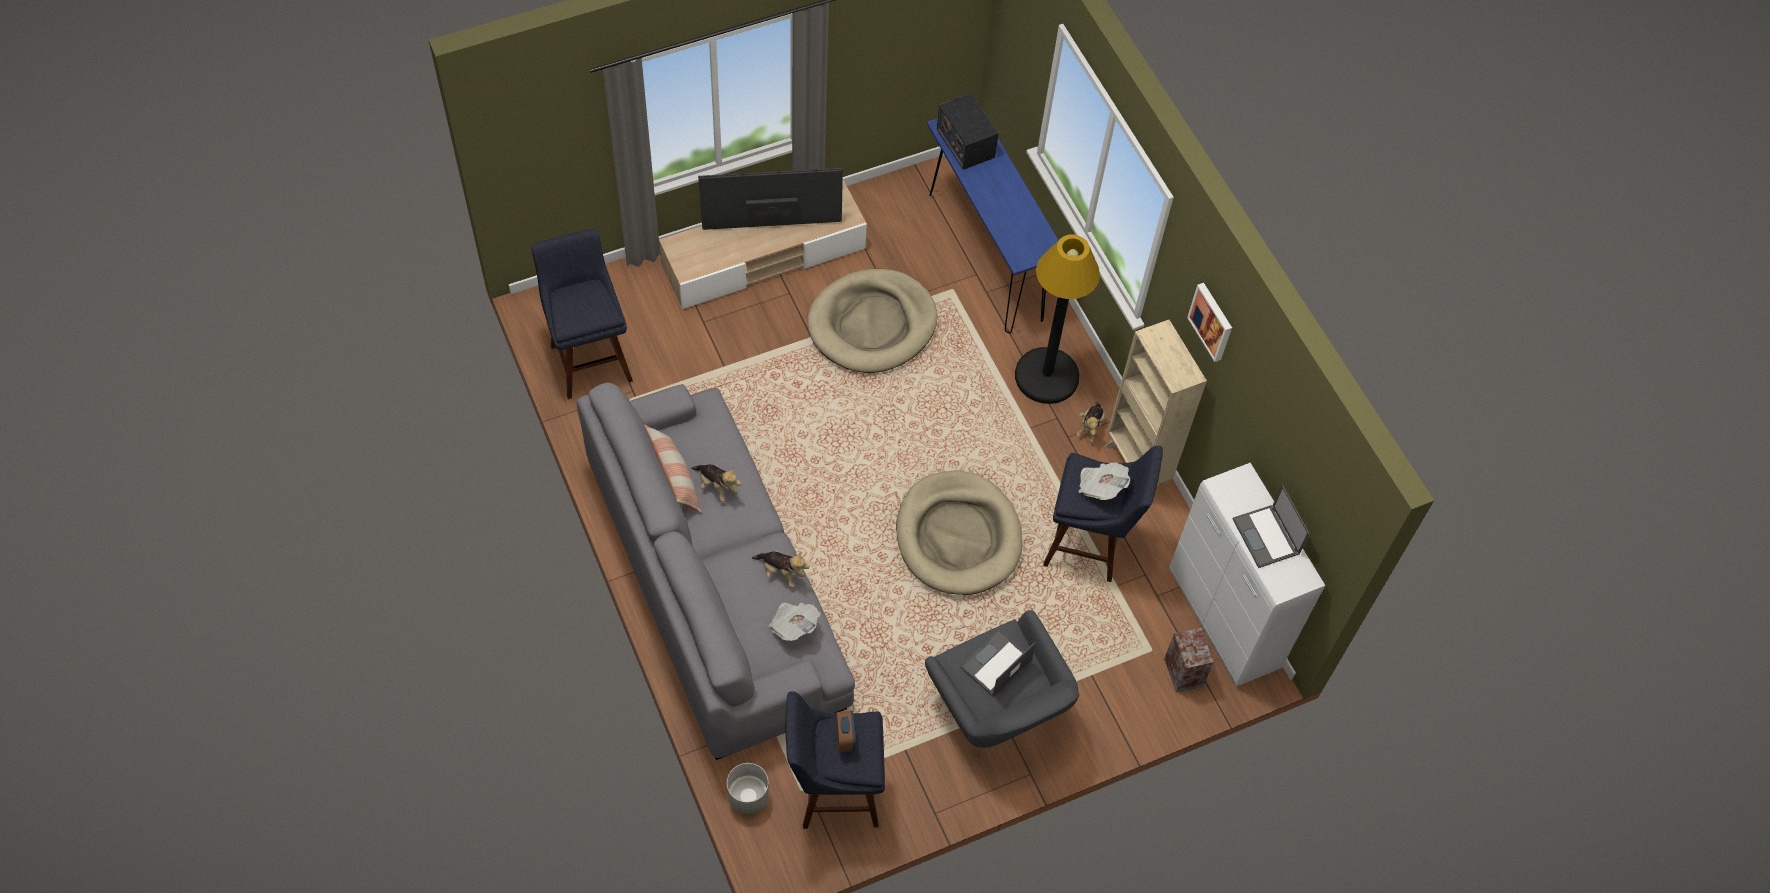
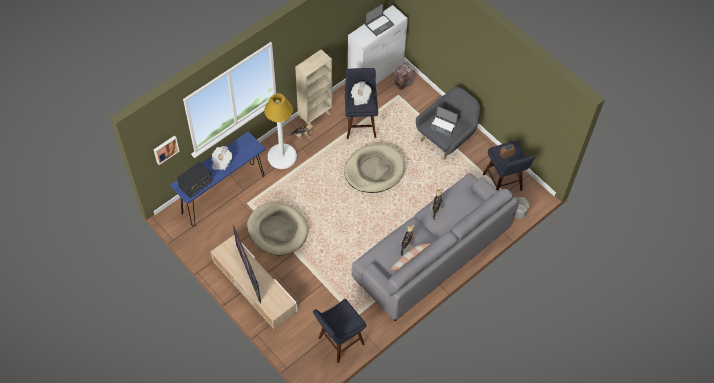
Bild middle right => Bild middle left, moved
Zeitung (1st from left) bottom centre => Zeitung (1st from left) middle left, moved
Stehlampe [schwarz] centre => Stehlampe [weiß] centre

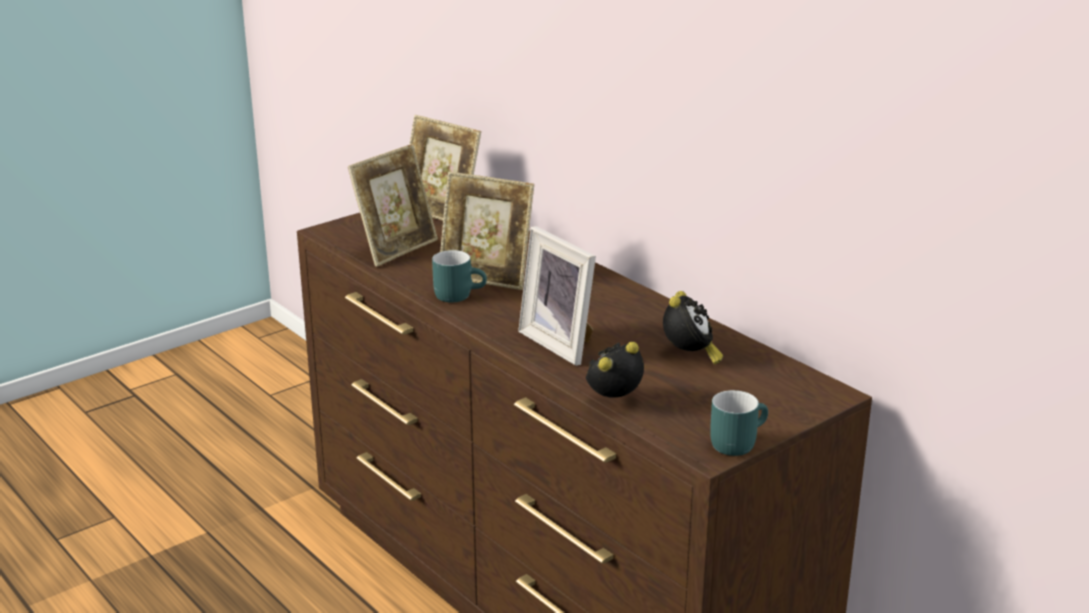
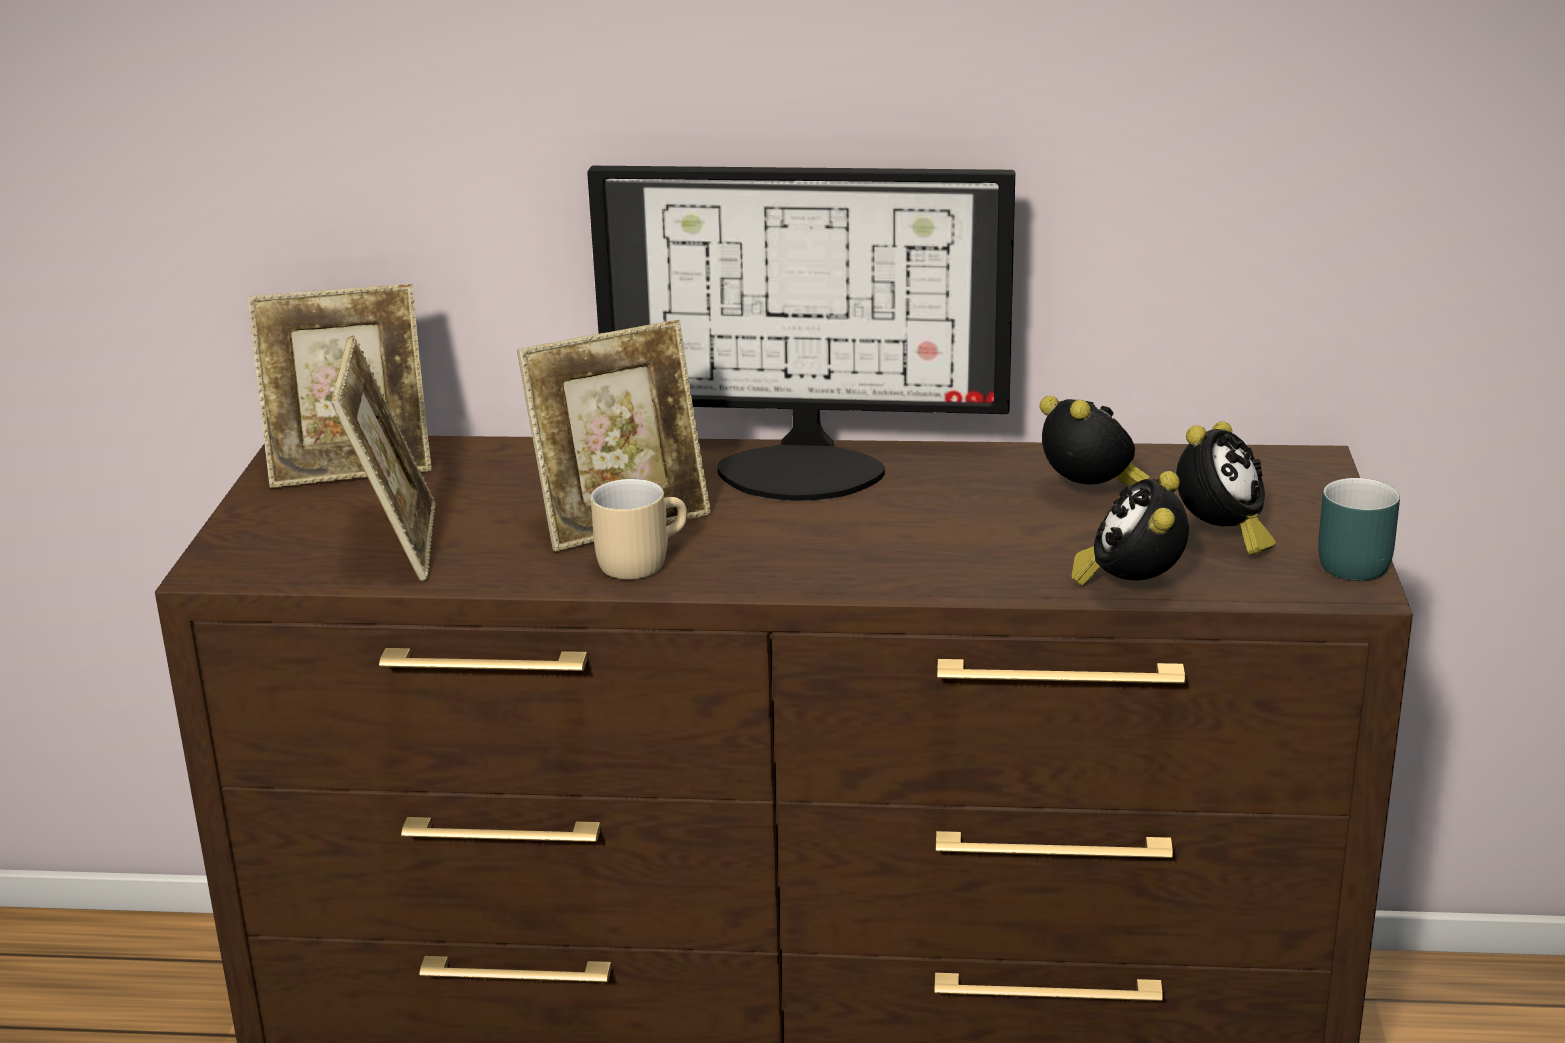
nothing => Monitor top centre
Henkelbecher [türkis] (1st from left) centre => Henkelbecher [beige] centre
nothing => Wecker (3rd from left) middle right
Bilderrahmen (4th from left) centre => nothing

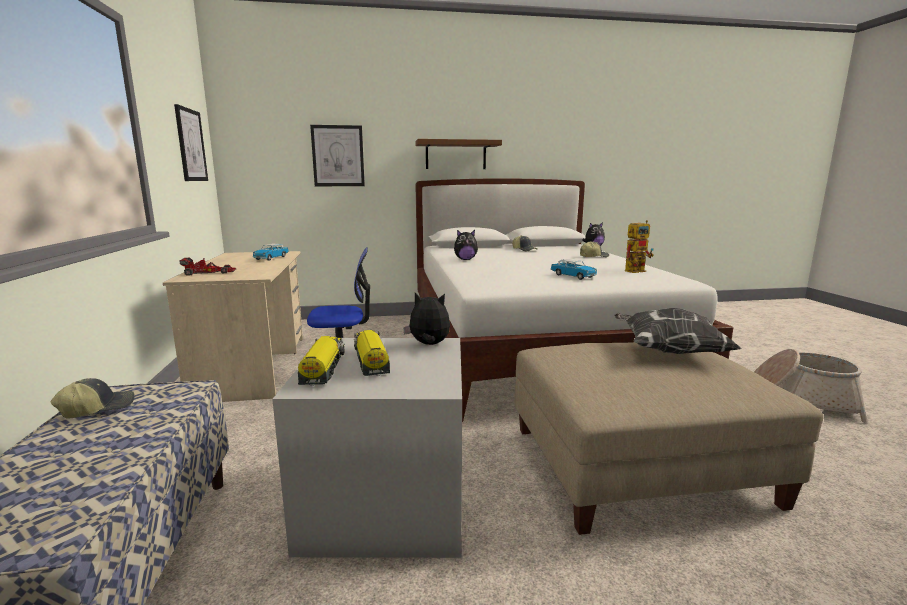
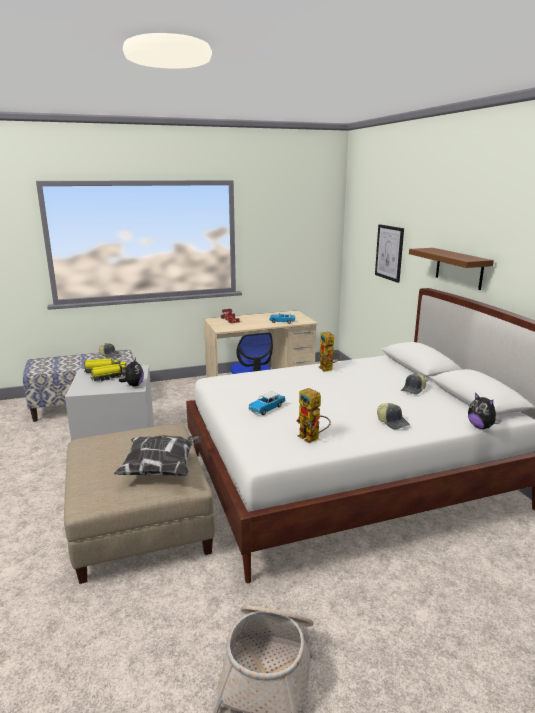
Plüschtier (2nd from left) centre => Spielzeugroboter (2nd from left) centre
Bild (1st from left) top left => nothing

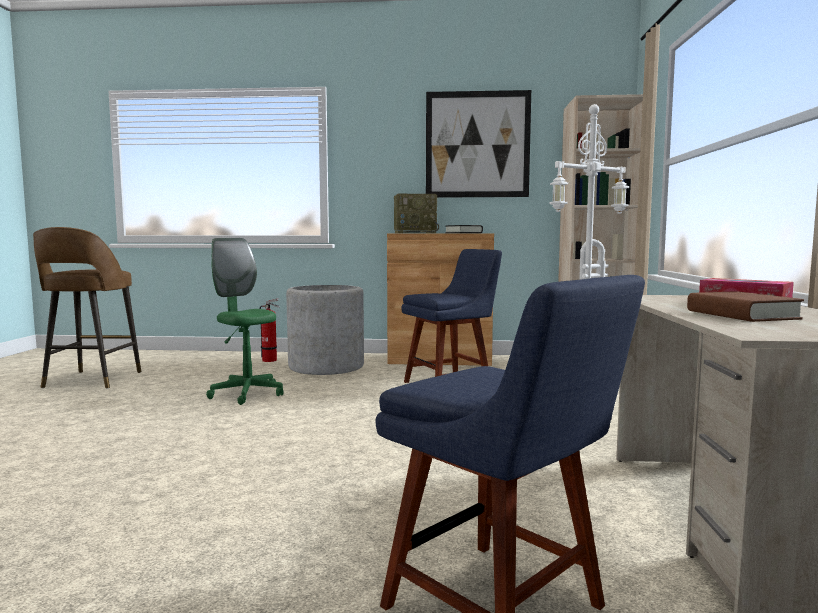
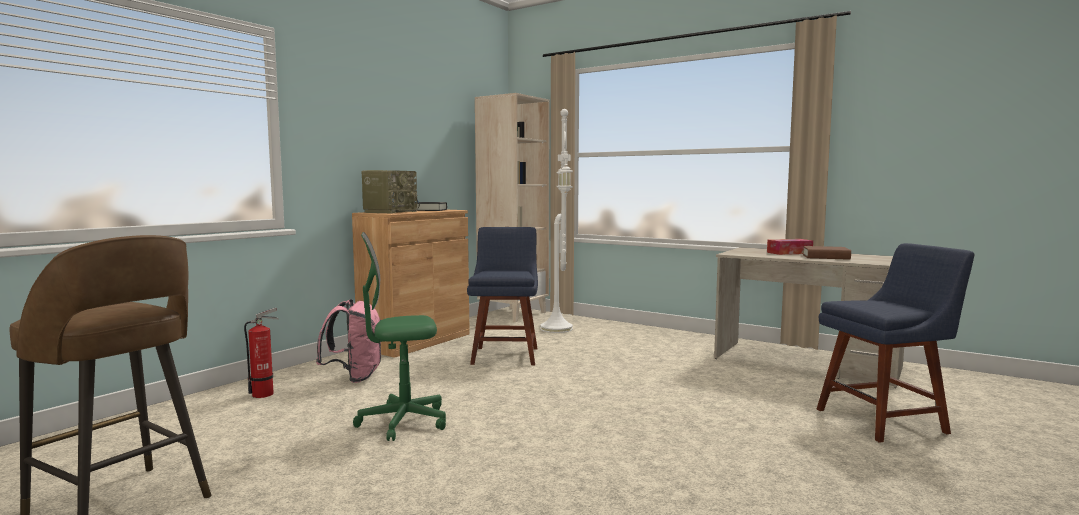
Pflanzkübel [grau] centre => Rucksack [rosa] middle left
Bild top centre => nothing

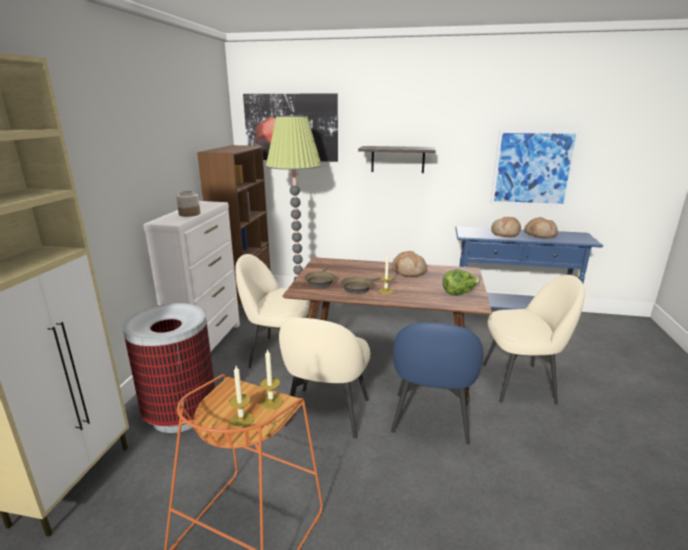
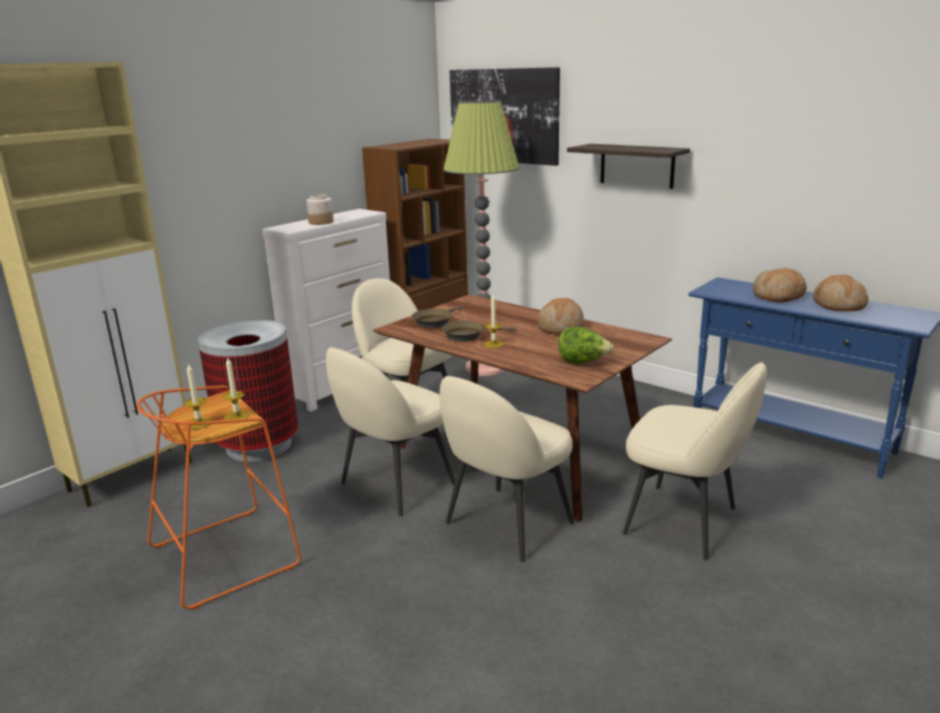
Stuhl [blau] bottom centre => Stuhl [beige] (3rd from left) centre
Bild (2nd from left) top right => nothing

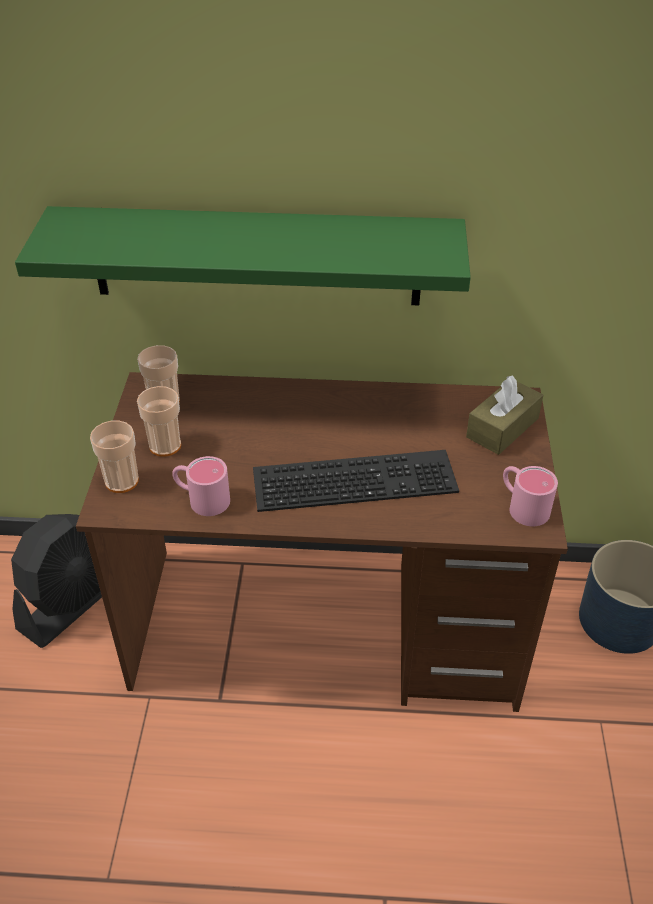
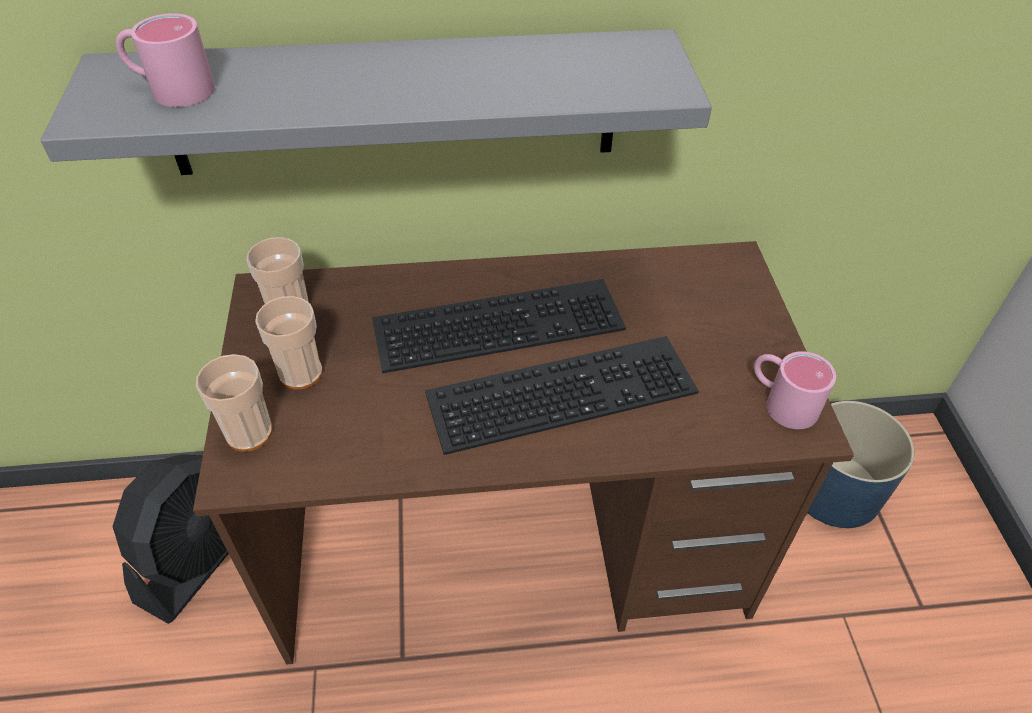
Wandregal [grün] top centre => Wandregal [grau] top centre
Henkelbecher [rosa] (1st from left) middle left => Henkelbecher [rosa] (1st from left) top left, moved
nothing => Tastatur (1st from left) centre
Taschentuchbox [braun] middle right => nothing

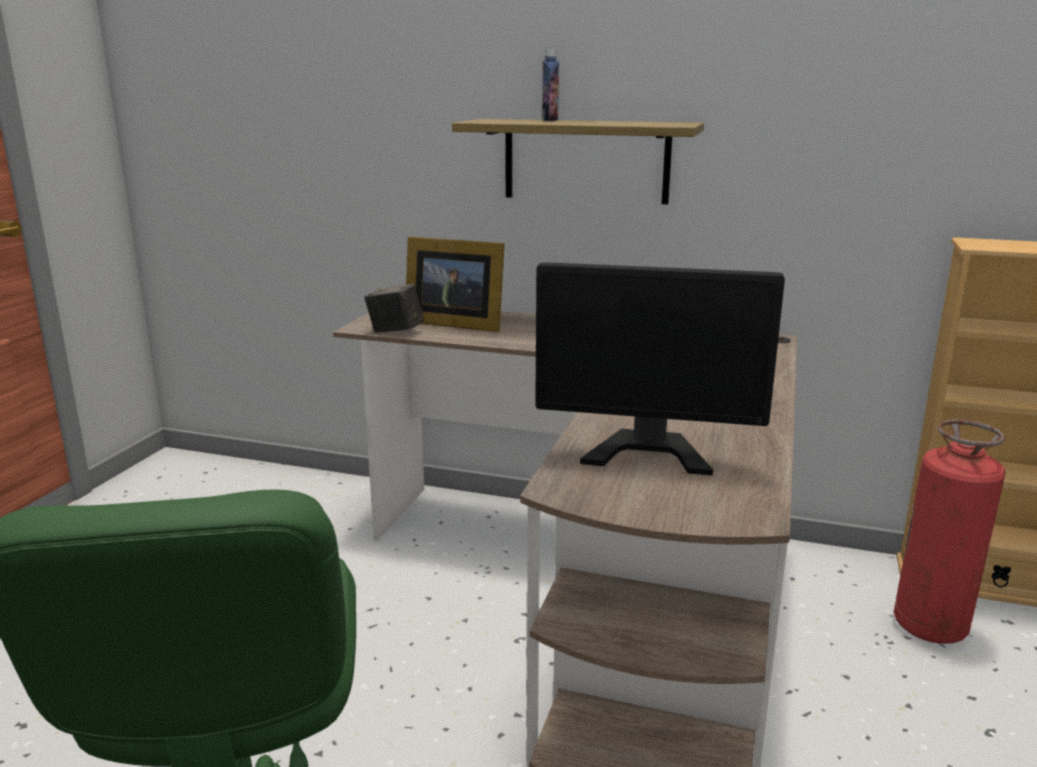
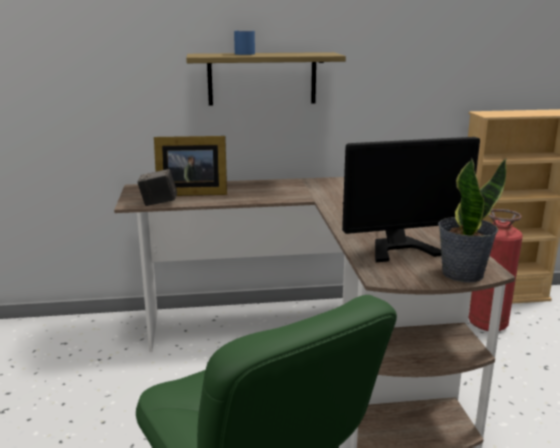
Flasche top centre => Henkelbecher [blau] top centre
nothing => Topfpflanze middle right

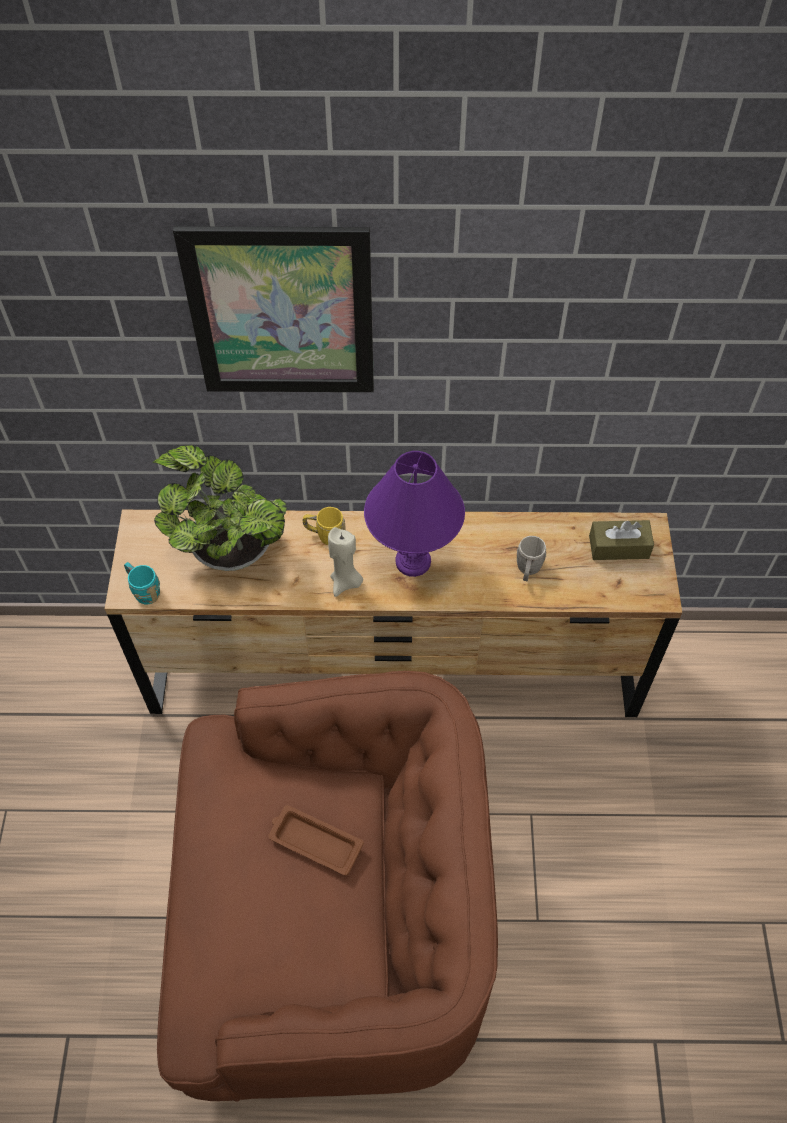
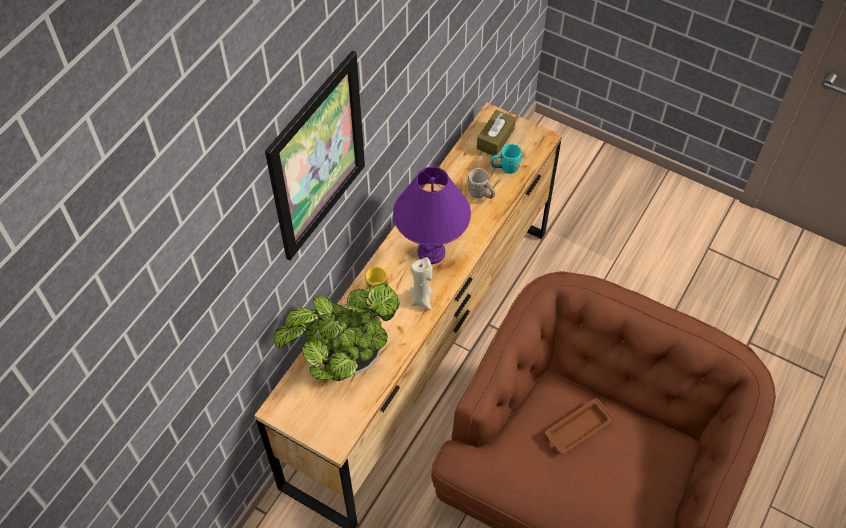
Henkelbecher [türkis] middle left => Henkelbecher [türkis] top centre, moved

